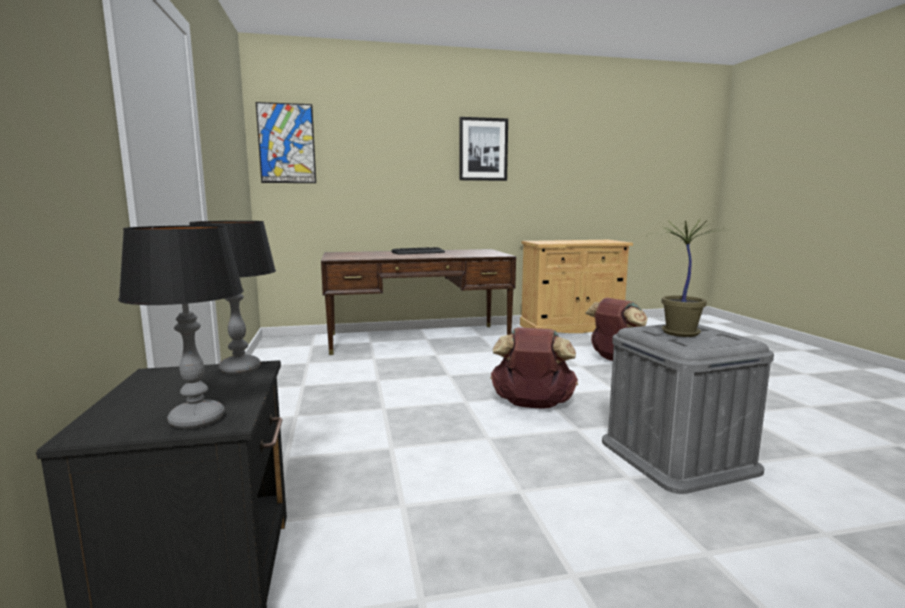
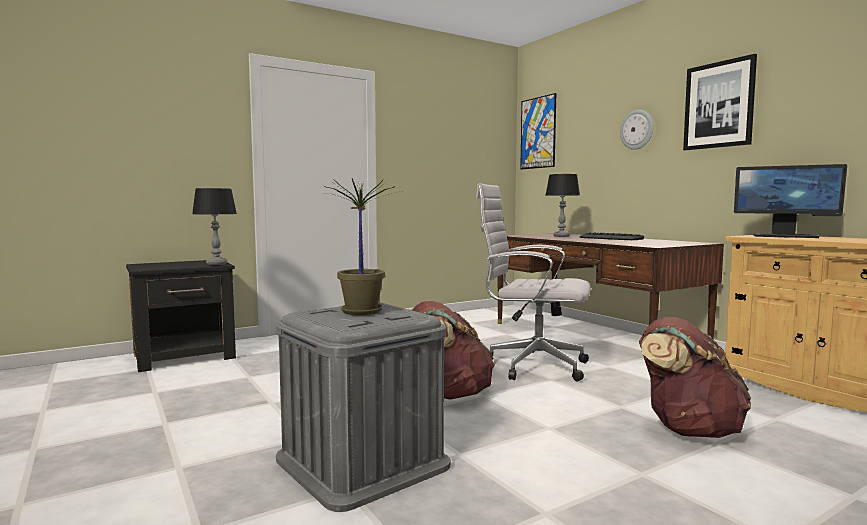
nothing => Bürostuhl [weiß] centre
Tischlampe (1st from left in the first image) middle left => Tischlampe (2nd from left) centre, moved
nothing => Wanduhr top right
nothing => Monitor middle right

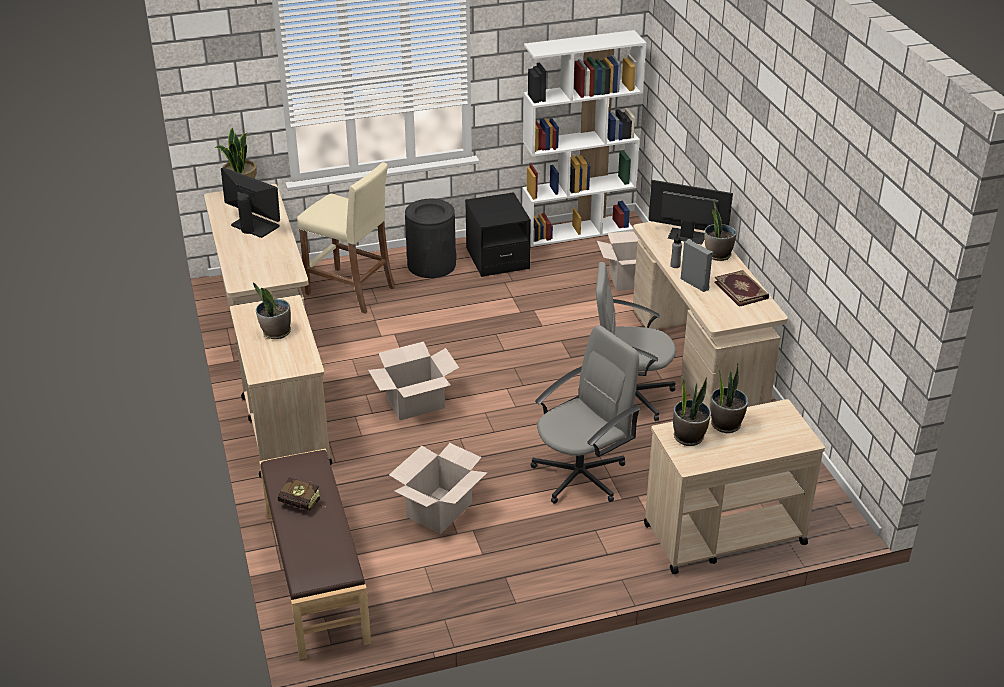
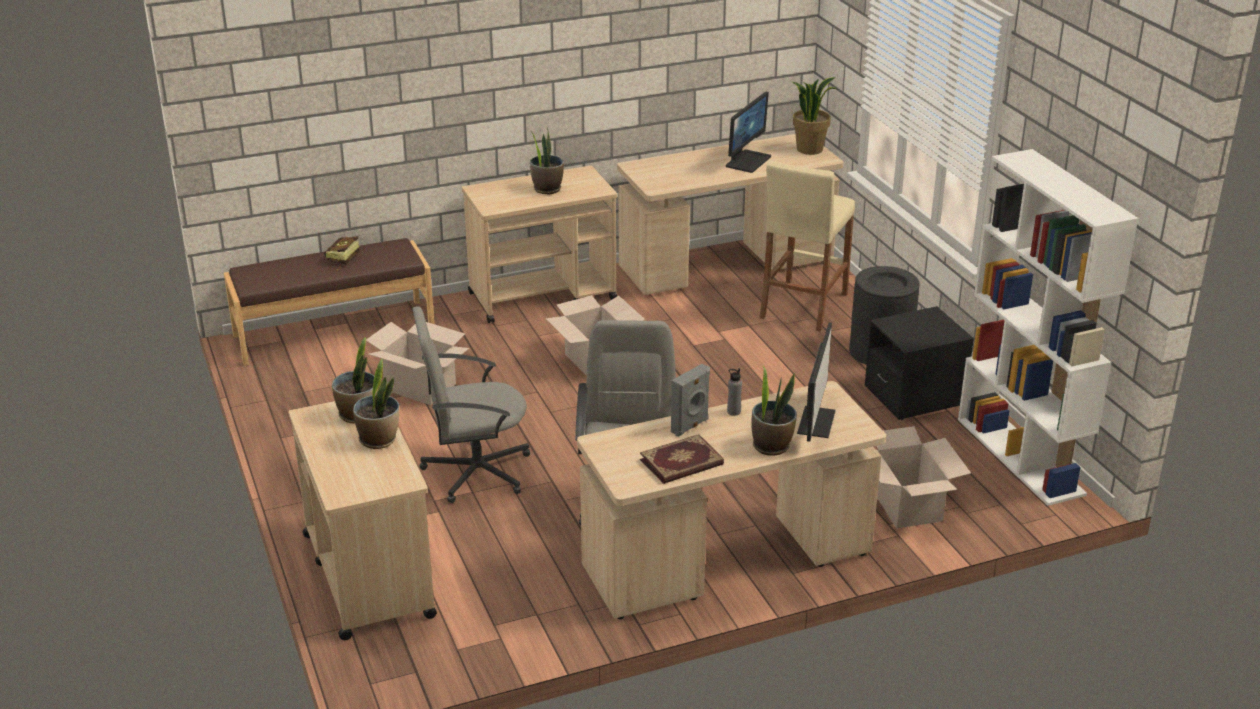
Bürostuhl [grau] (1st from left) centre, 120 degrees clockwise

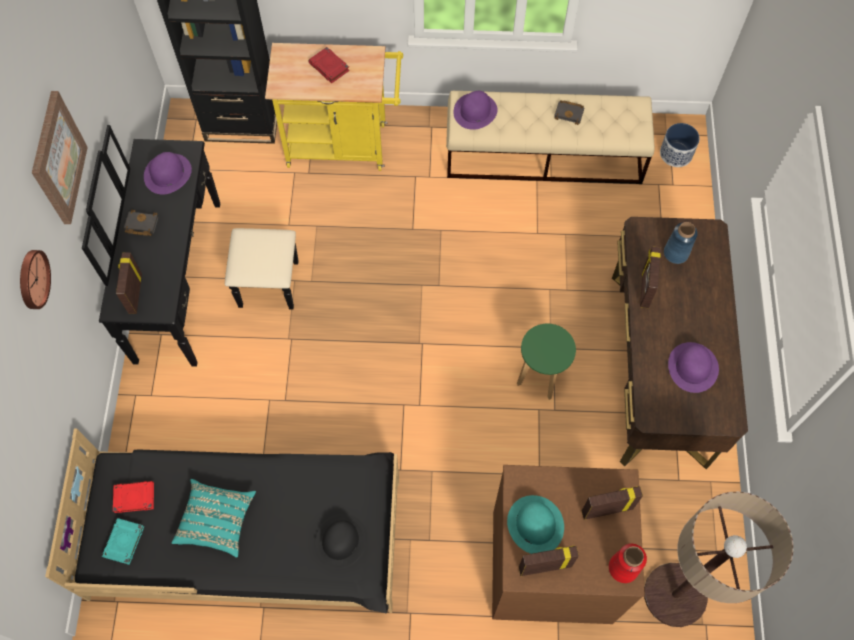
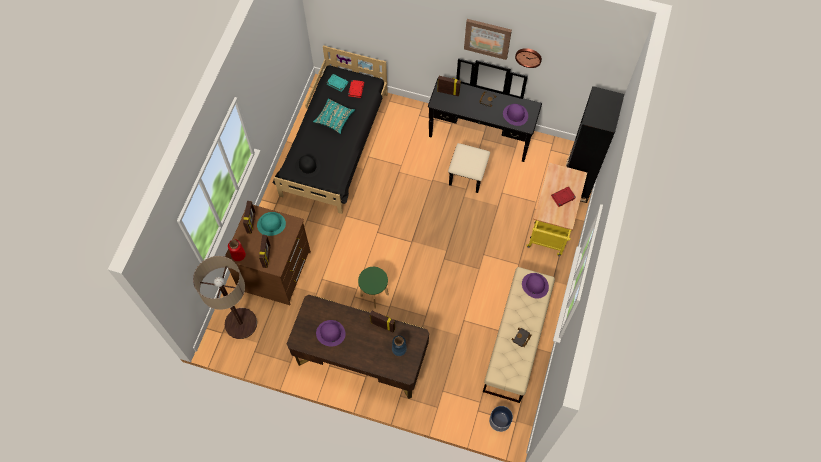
Wanduhr middle left => Wanduhr top centre, moved

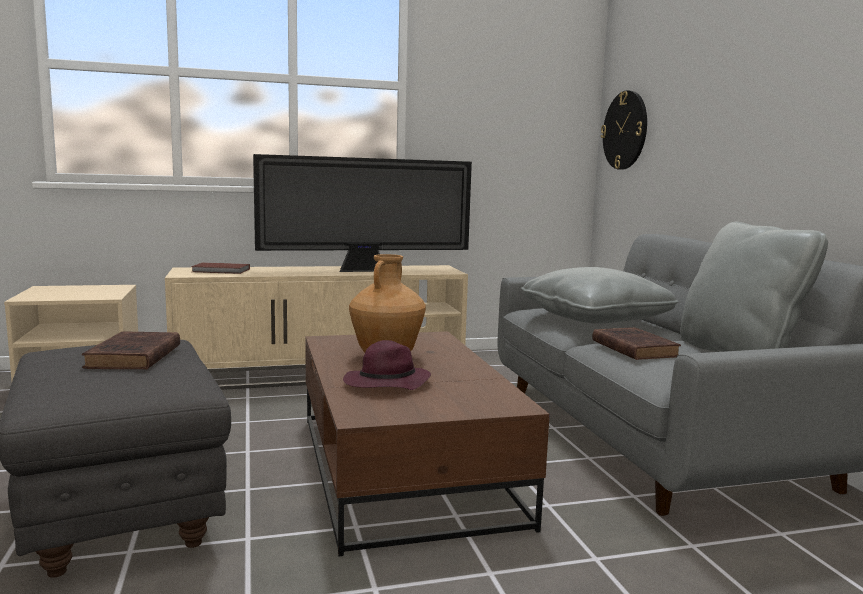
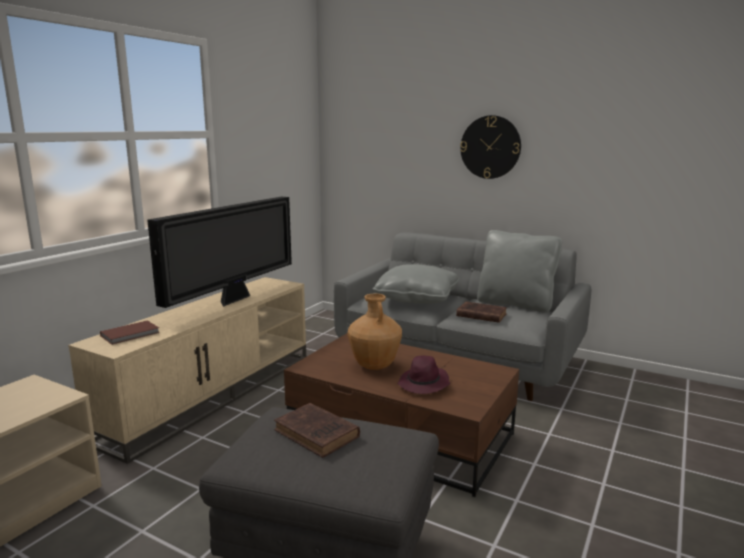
Wanduhr top right => Wanduhr top centre, moved

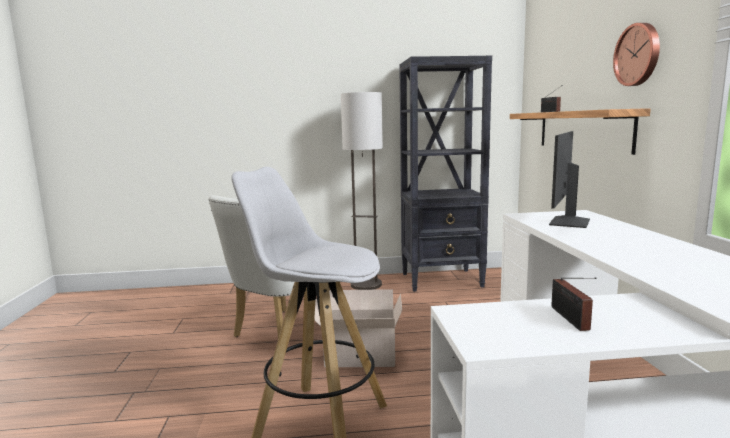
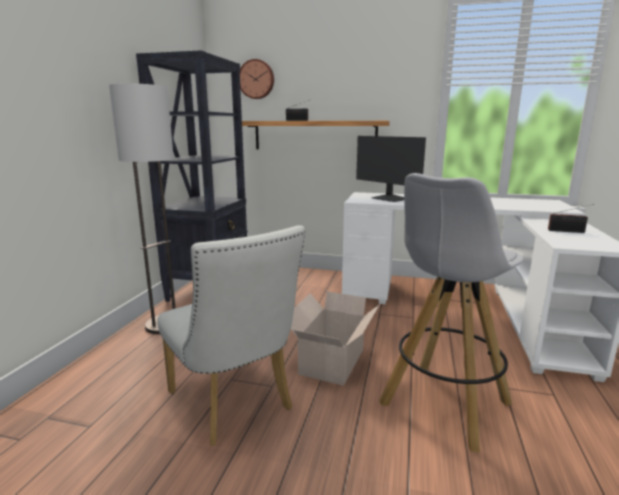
Wanduhr top right => Wanduhr top centre, moved

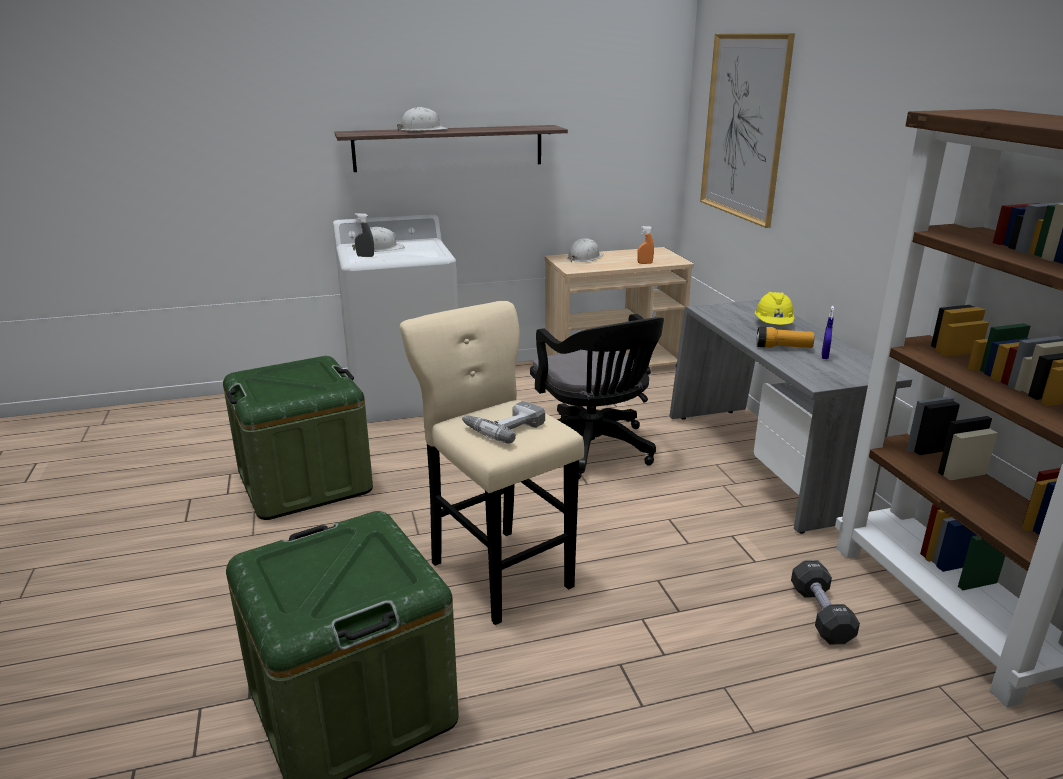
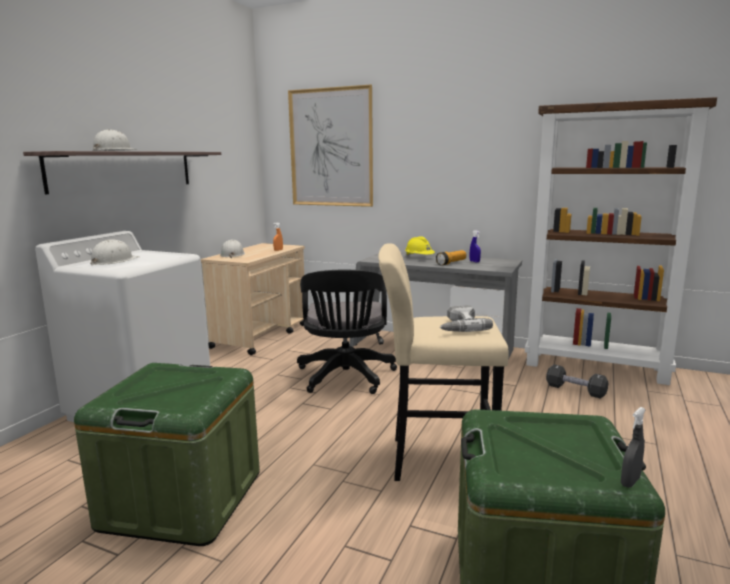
Bürostuhl [schwarz] centre, 75 degrees clockwise
Sprühflasche [grau] top centre => Sprühflasche [grau] bottom right, moved

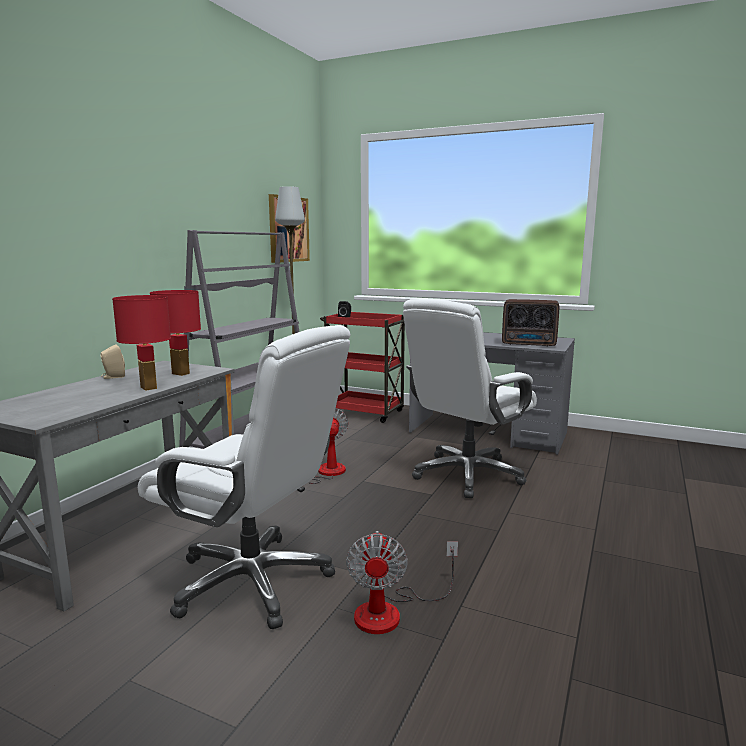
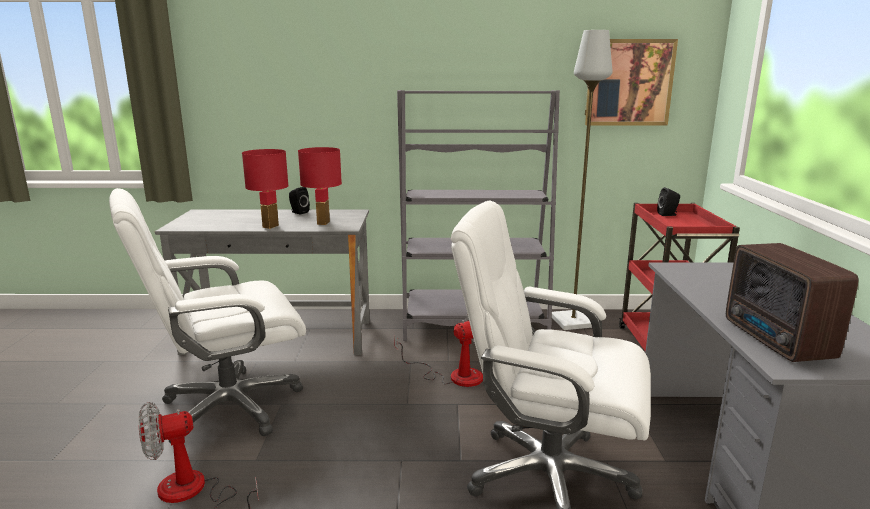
Bürostuhl [weiß] (1st from left) middle left, 60 degrees clockwise
Lautsprecher [beige] middle left => Lautsprecher [schwarz] (1st from left) centre

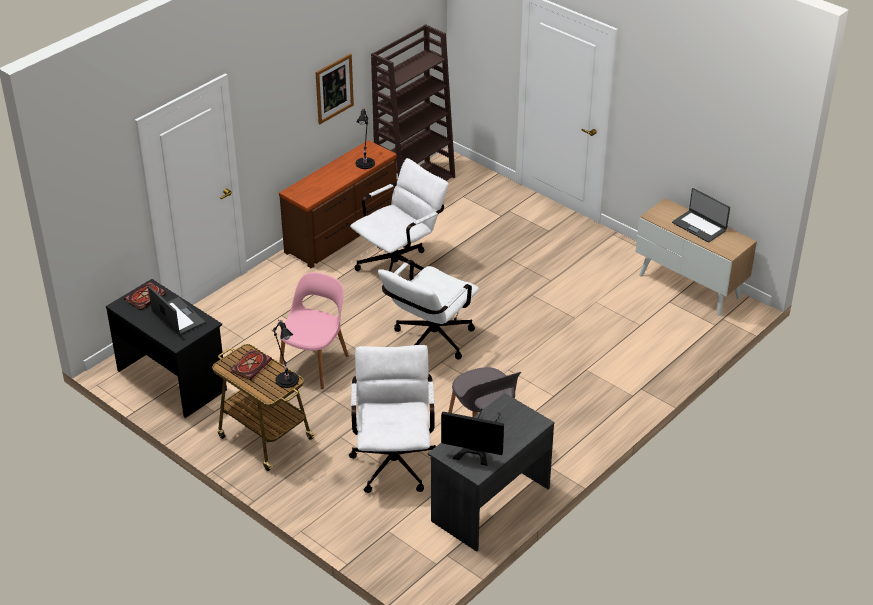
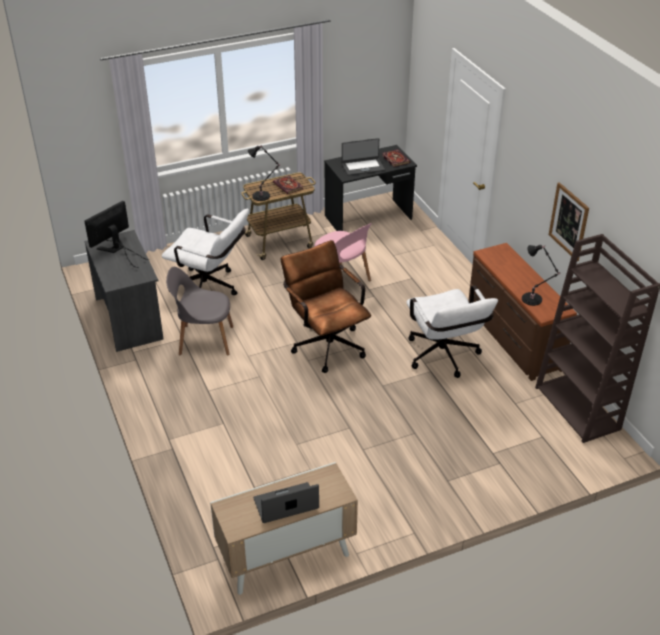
Bürostuhl [weiß] (3rd from left) centre => Bürostuhl [braun] centre

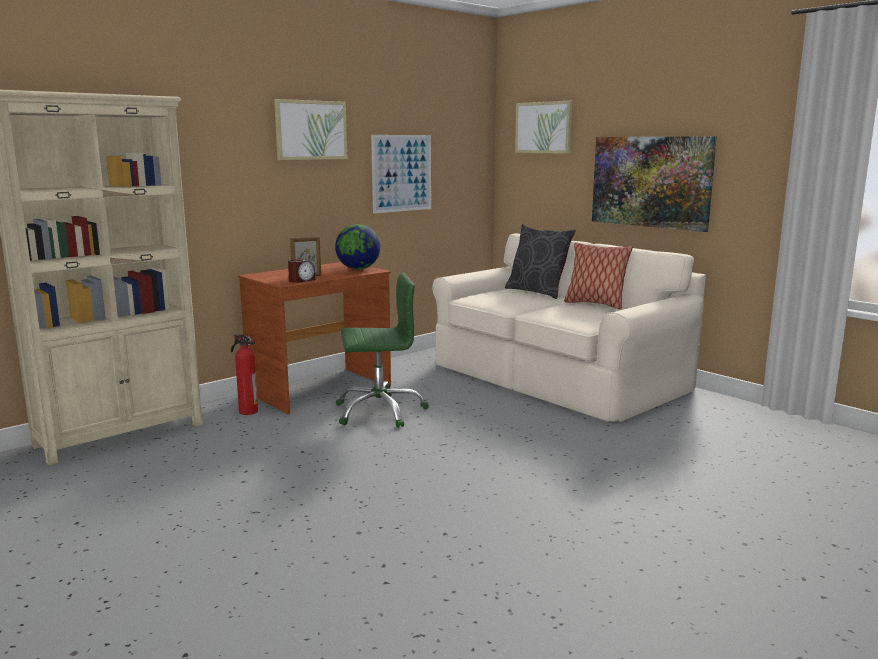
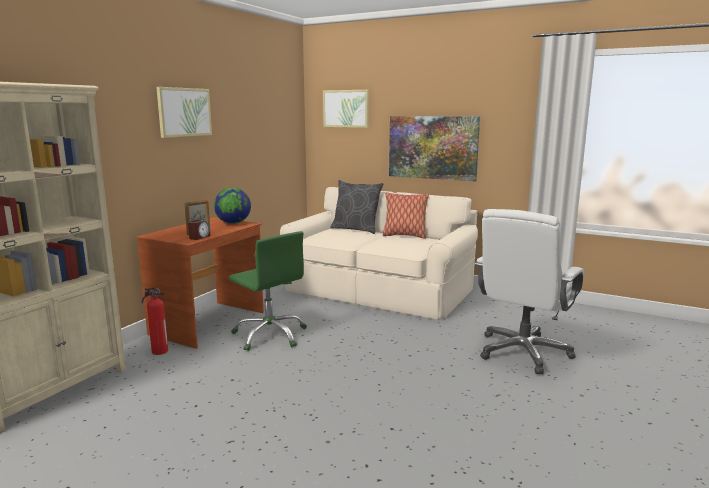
Bürostuhl [grün] centre, 75 degrees clockwise
nothing => Bürostuhl [weiß] middle right
Bild (2nd from left) top centre => nothing

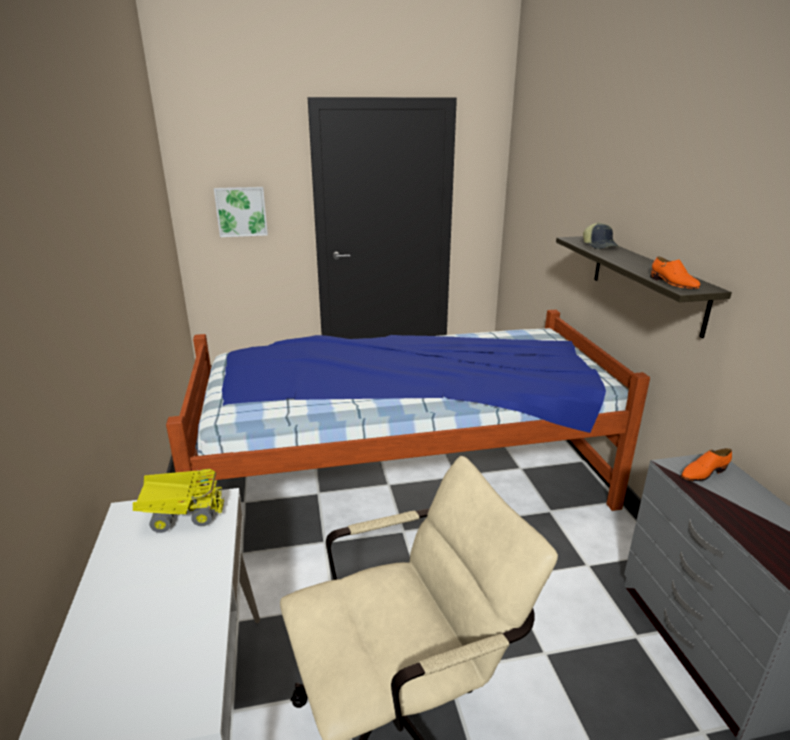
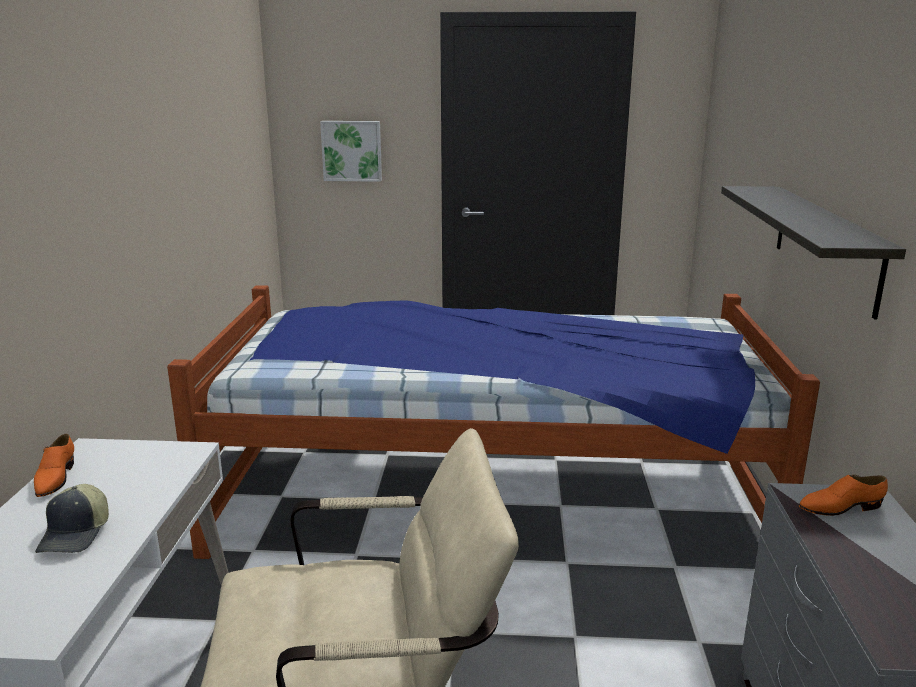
Schuh [orange] (1st from left) middle right => Schuh [orange] (1st from left) bottom left, moved
Kappe top right => Kappe bottom left, moved
Spielzeuglaster bottom left => nothing

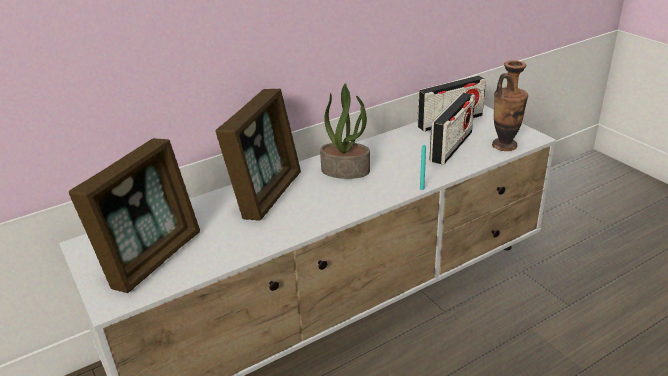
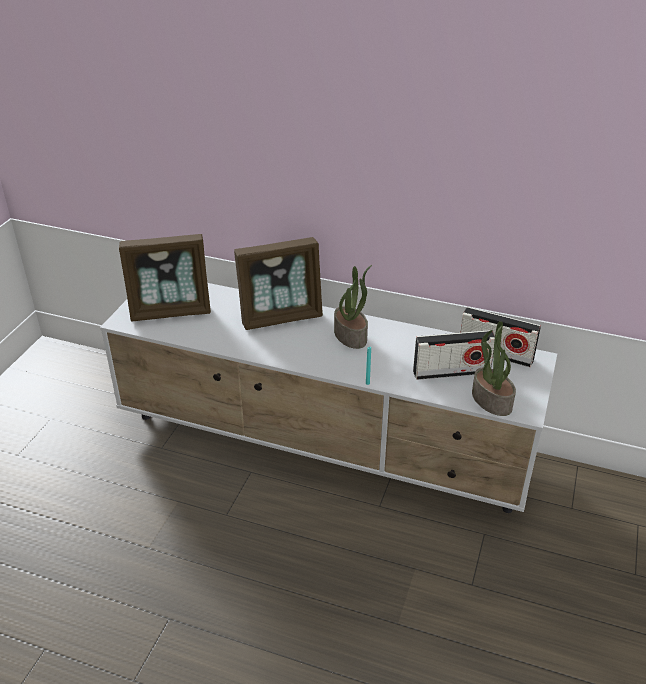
Vase top right => Topfpflanze (2nd from left) middle right

